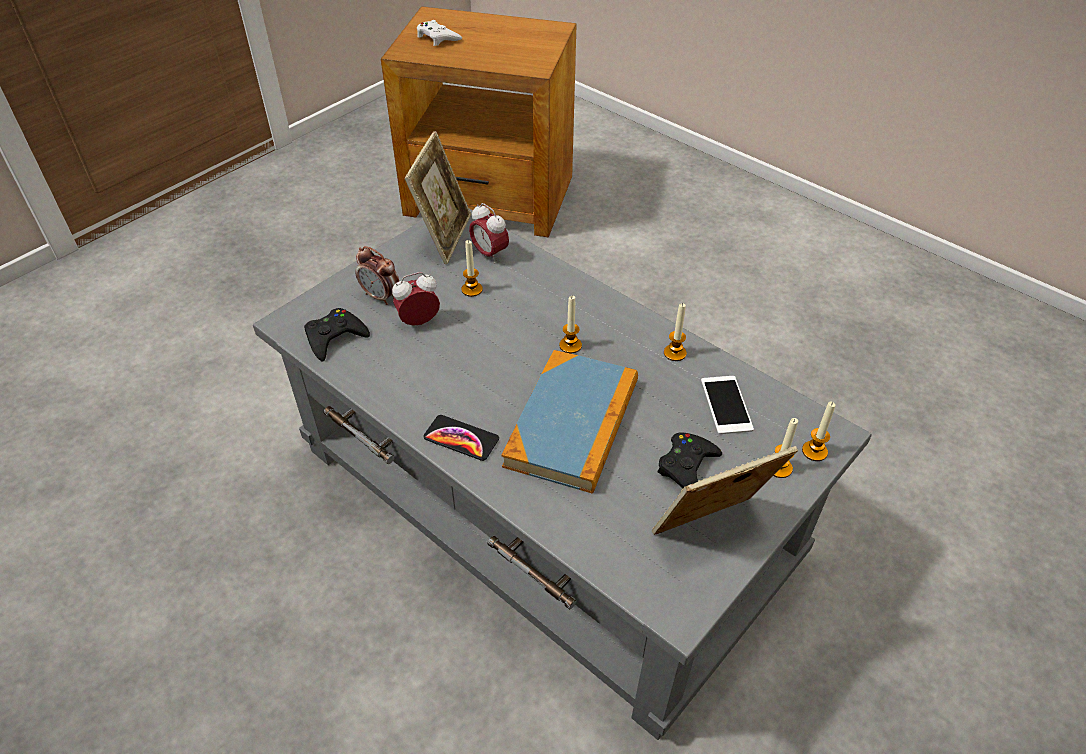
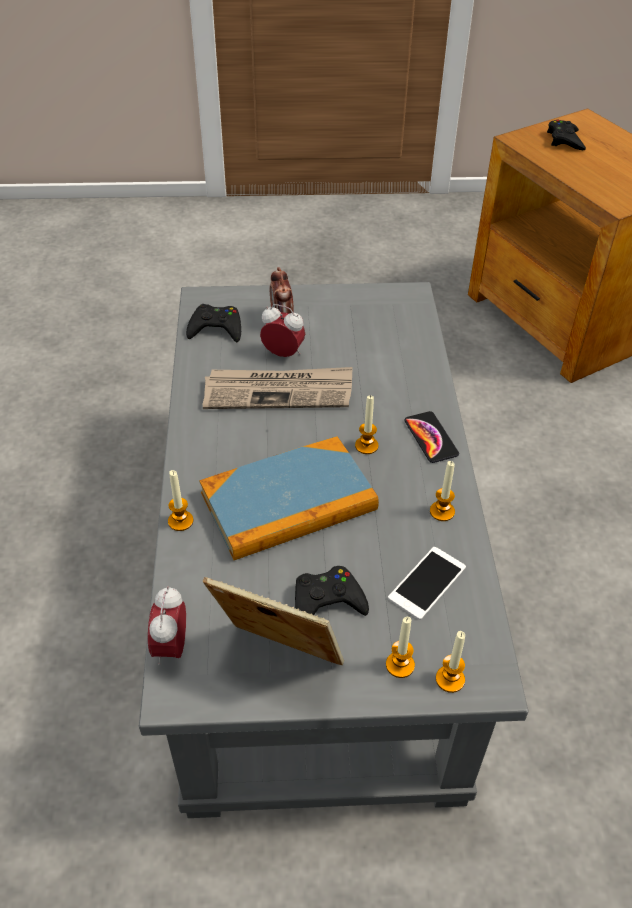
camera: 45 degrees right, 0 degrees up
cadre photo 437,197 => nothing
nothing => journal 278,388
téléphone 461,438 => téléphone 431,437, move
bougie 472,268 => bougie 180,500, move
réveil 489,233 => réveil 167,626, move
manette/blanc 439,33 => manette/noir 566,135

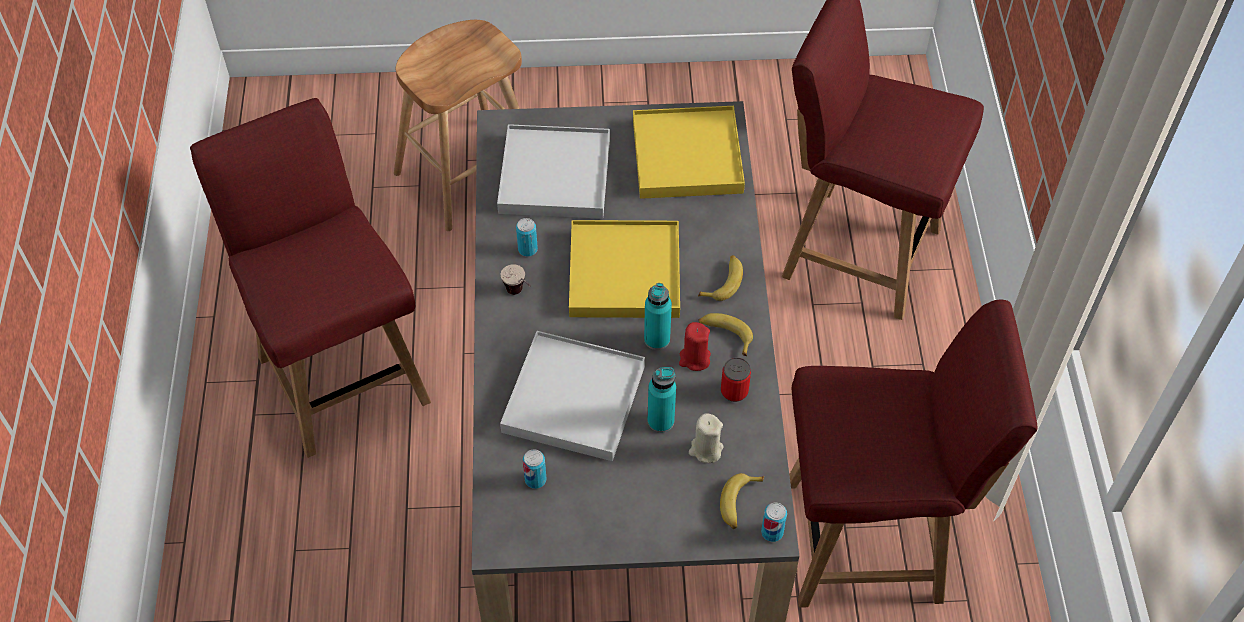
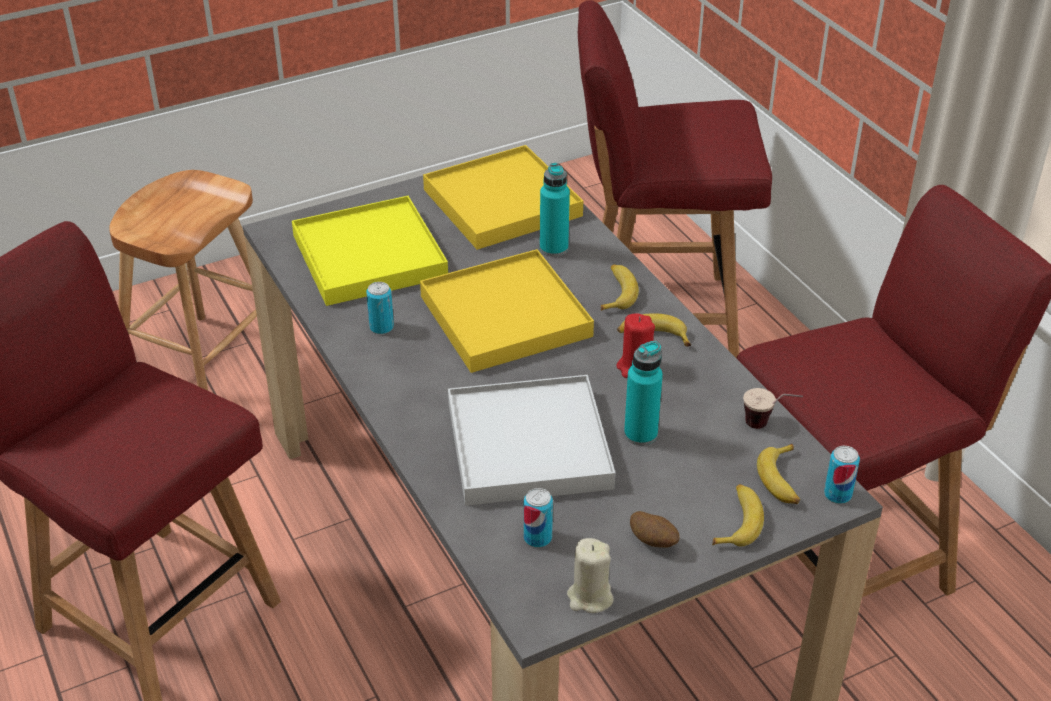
camera: 25 degrees left, 15 degrees down
boîte métallique 736,379 => nothing
nothing => pomme de terre 654,529
nothing => banane 738,515
tasse 516,279 => tasse 773,408, move
bouteille/turquoise 658,316 => bouteille/turquoise 555,210, move
bougie/beige 706,438 => bougie/beige 590,575, move
plateau/blanc 553,171 => plateau/jaune 370,251

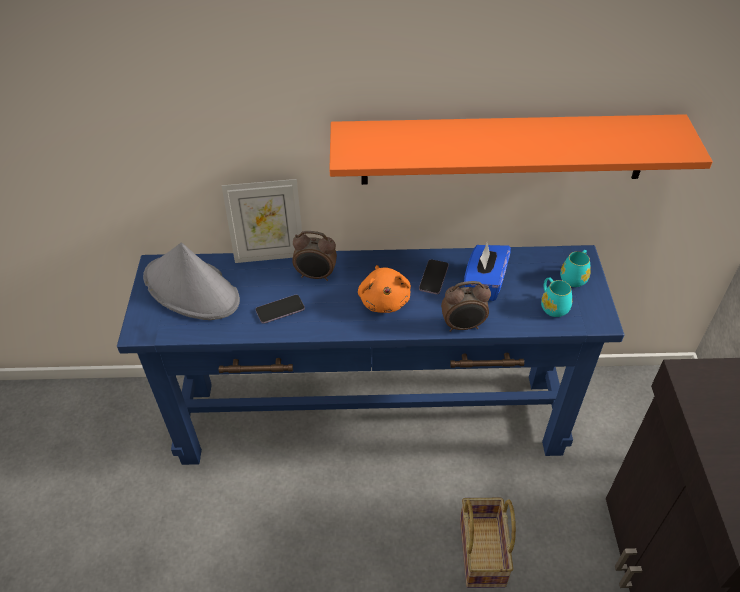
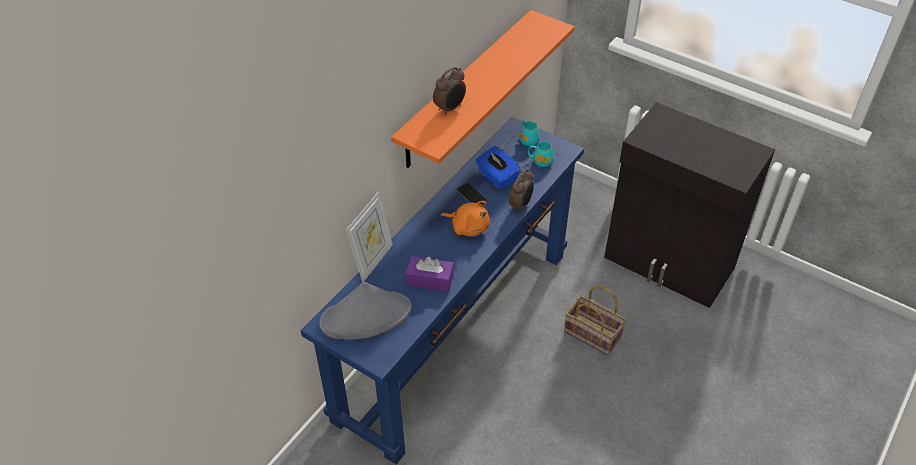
camera: 55 degrees left, 0 degrees up
réveil 314,256 => réveil 449,91, move
téléphone 280,309 => boîte à mouchoirs/violet 430,274

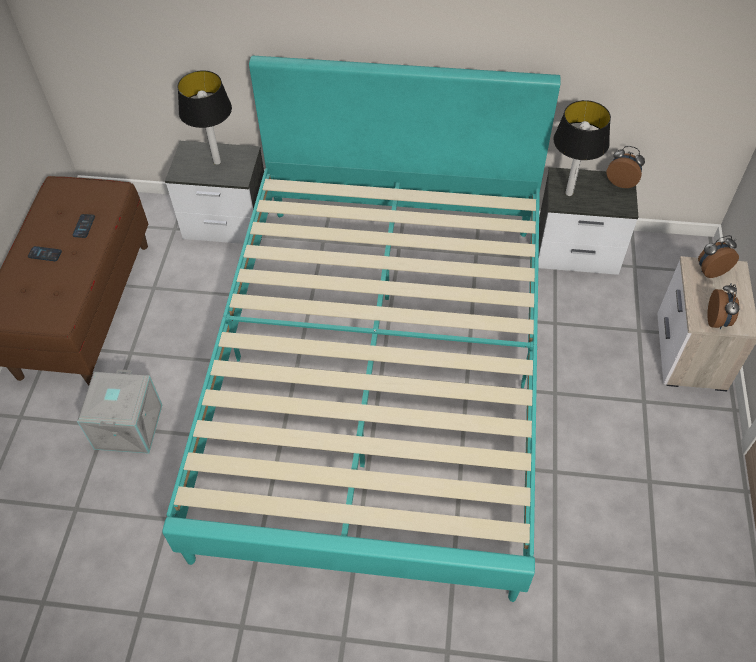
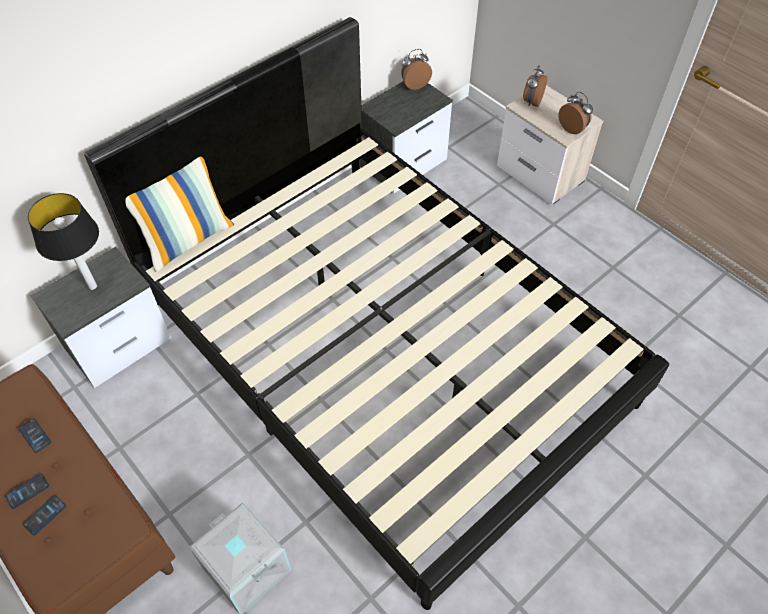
camera: 50 degrees left, 0 degrees up
lampe de table 582,148 => nothing
nothing => téléphone 44,515
nothing => coussin 179,214
lit/turquoise 361,329 => lit/noir 376,313

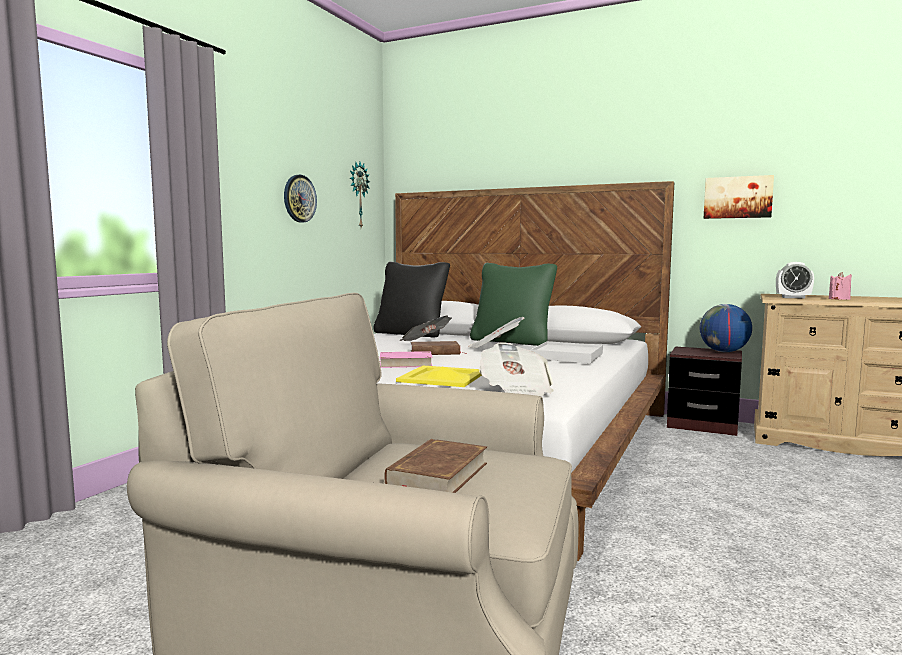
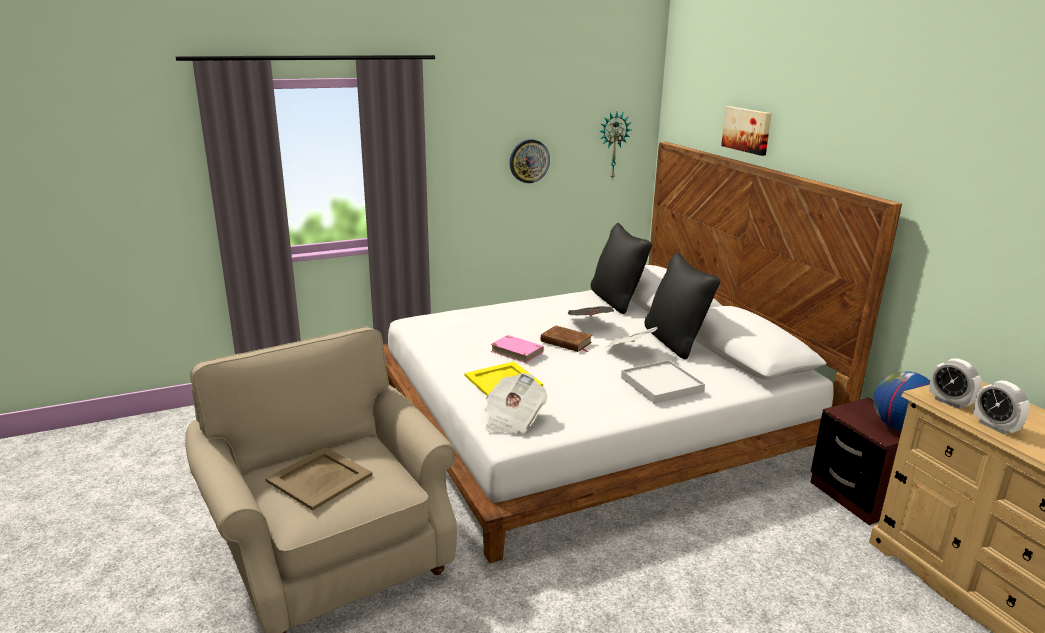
camera: 40 degrees right, 15 degrees up
tableau 739,197 => tableau 746,131, move
livre/marron 435,466 => plateau/beige 318,479
bougie/rose 840,286 => réveil 1002,407
coussin/vert 513,304 => coussin/noir 683,306

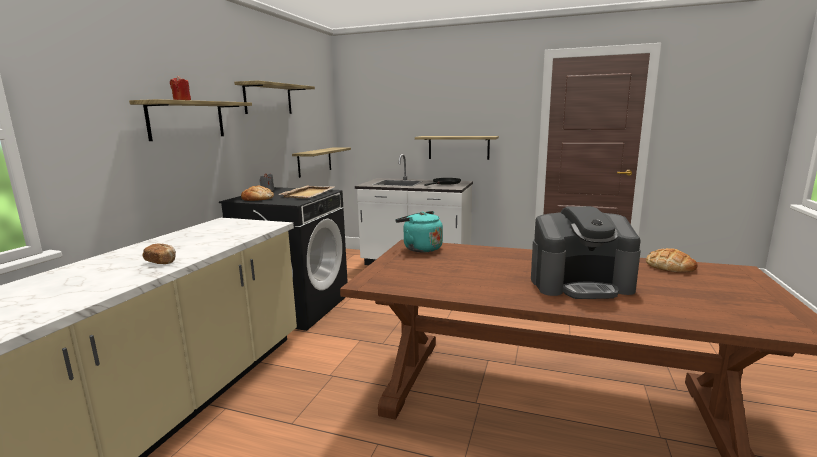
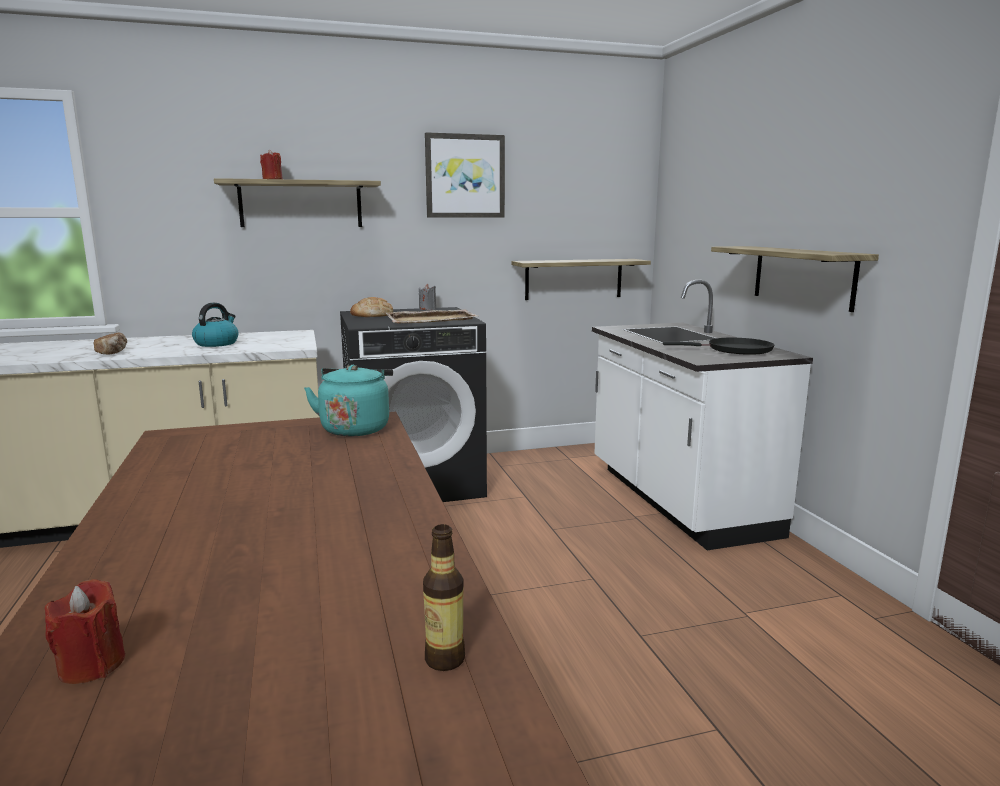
camera: 55 degrees right, 0 degrees up
machine à café 586,252 => nothing
nothing => bougie/rouge 85,631
nothing => bouilloire 215,325
étagère 274,97 => tableau 465,174
pain 671,260 => bouteille 444,597

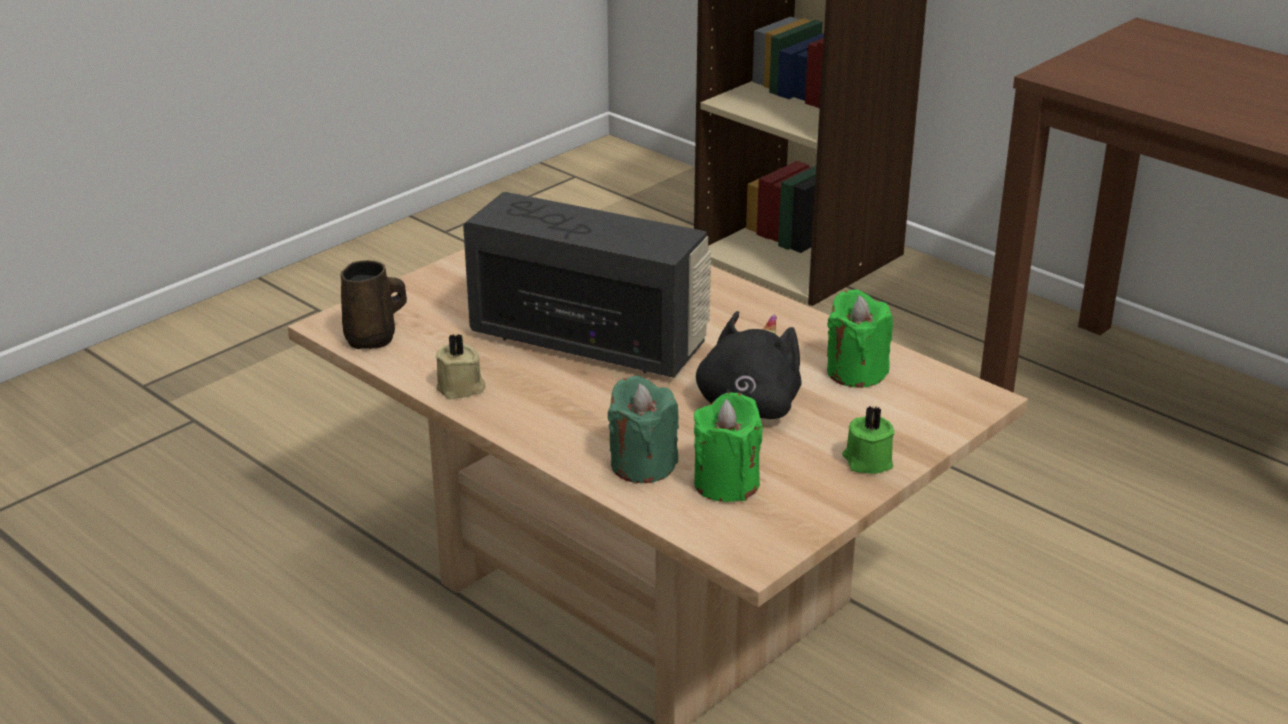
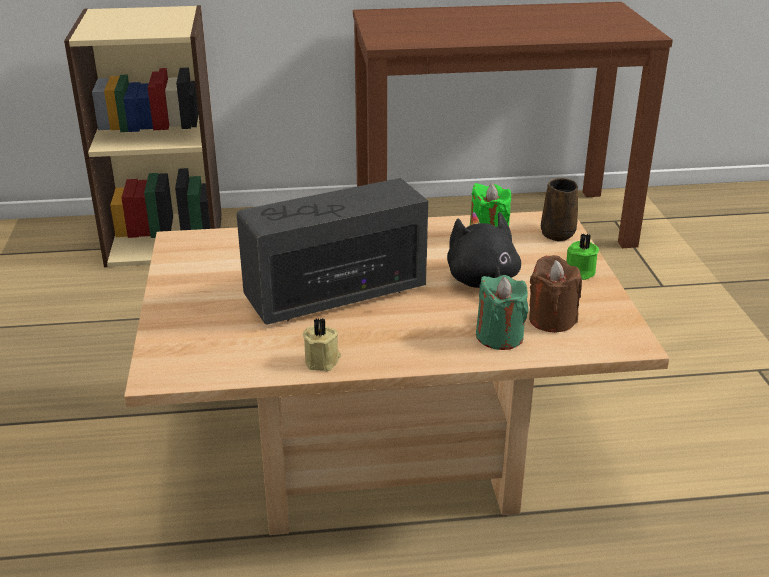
camera: 50 degrees left, 0 degrees up
mug/marron 374,304 => mug/marron 559,209, move
bougie/vert 728,447 => bougie/marron 555,294

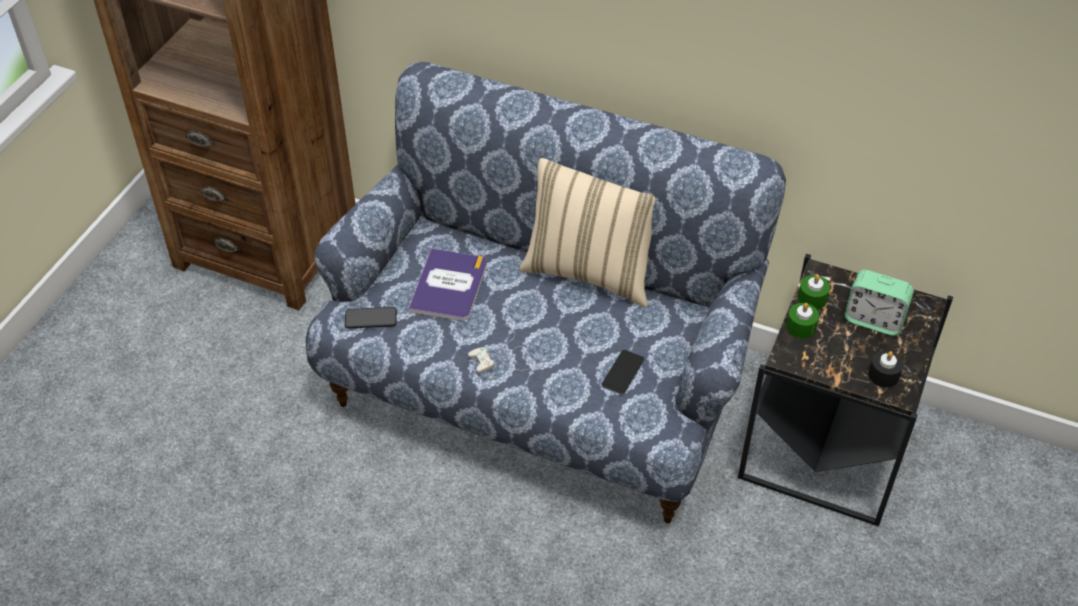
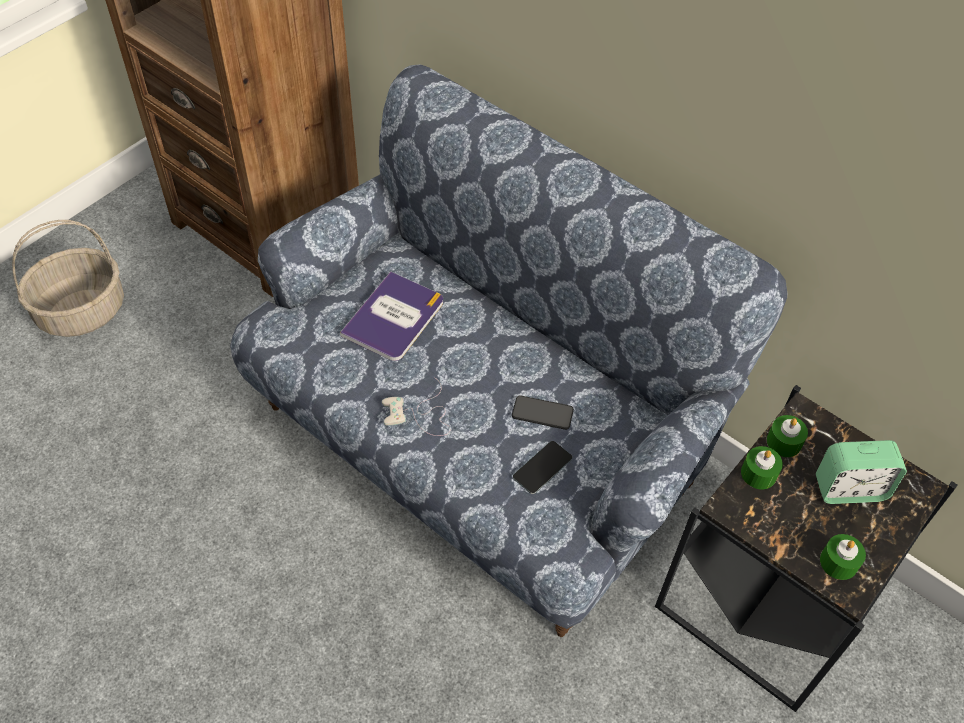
camera: 15 degrees right, 5 degrees up
coussin/beige 587,233 => nothing
nothing => panier 68,278
téléphone 371,318 => téléphone 543,412, move
bougie/noir 886,369 => bougie/vert 843,557
réveil 879,303 => réveil 861,472, 45 degrees counterclockwise

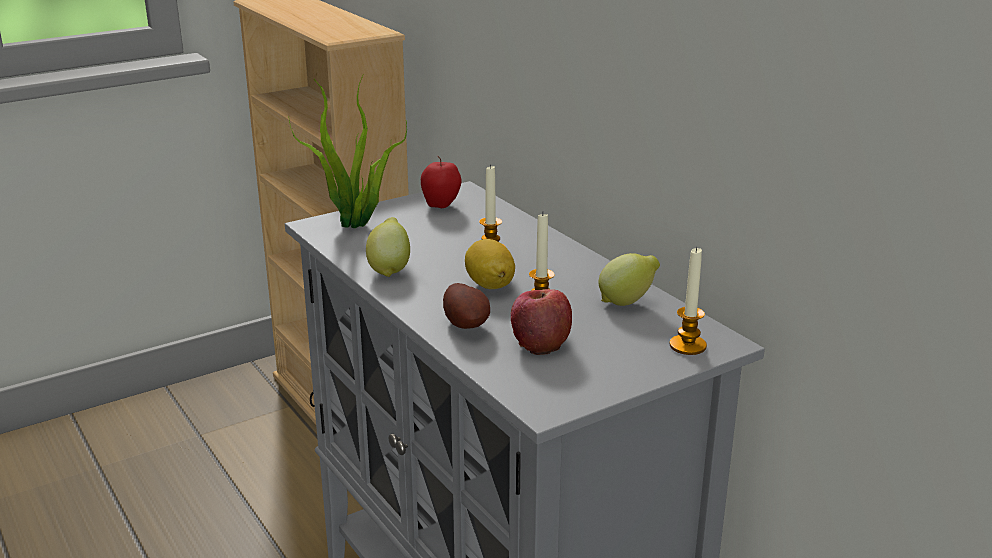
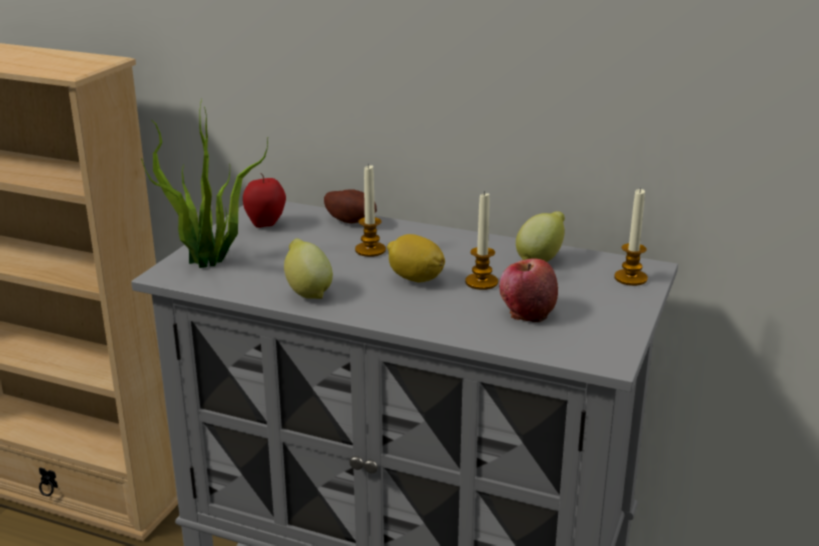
camera: 35 degrees left, 0 degrees up
pomme de terre 466,306 => pomme de terre 350,206, move

